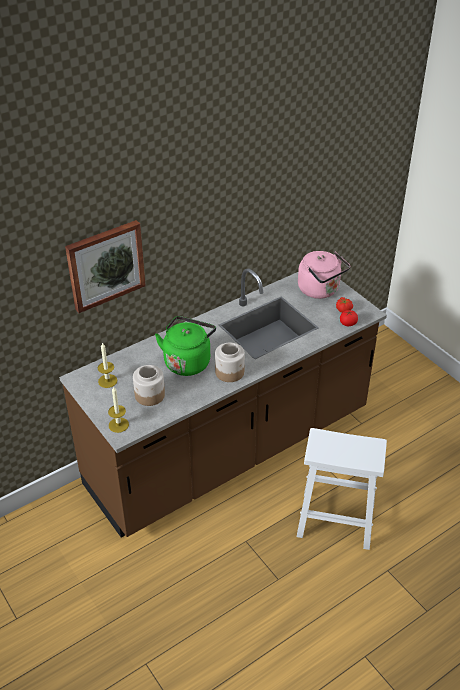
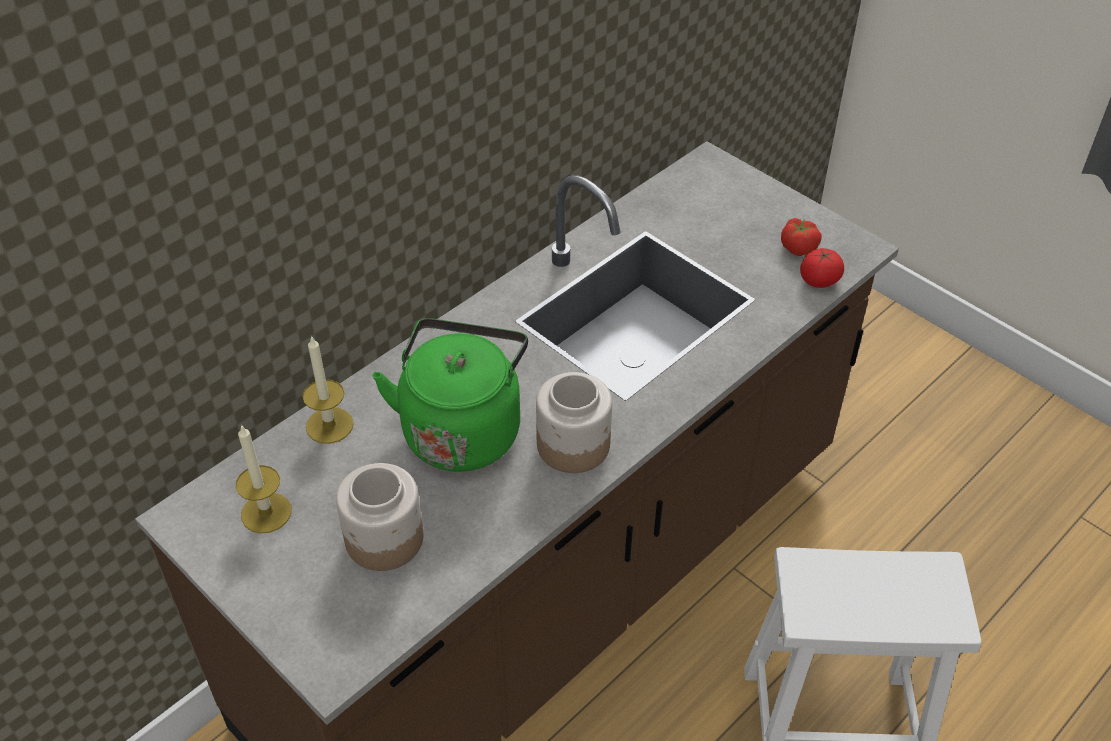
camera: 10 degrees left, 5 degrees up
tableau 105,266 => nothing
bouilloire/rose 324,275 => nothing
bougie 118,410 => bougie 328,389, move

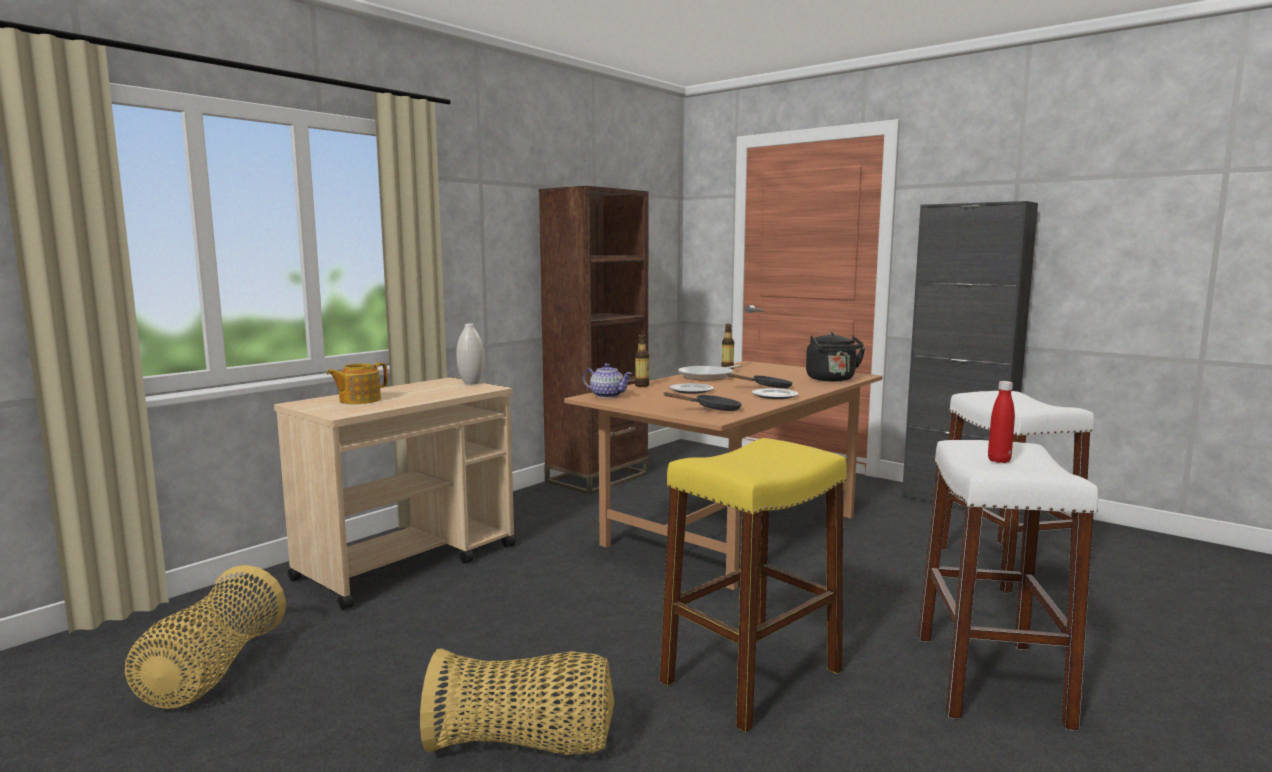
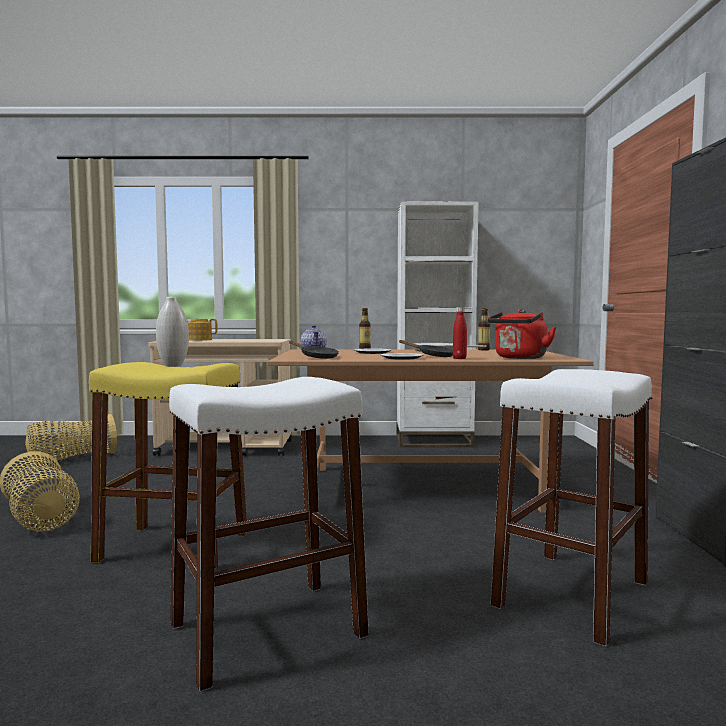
camera: 50 degrees right, 5 degrees down
vase/blanc 470,354 => vase/blanc 172,332, move
bouteille/rouge 1001,422 => bouteille/rouge 460,333, move
bibliothèque/marron 594,340 => bibliothèque/blanc 438,324
bouilloire/noir 835,356 => bouilloire/rouge 522,334

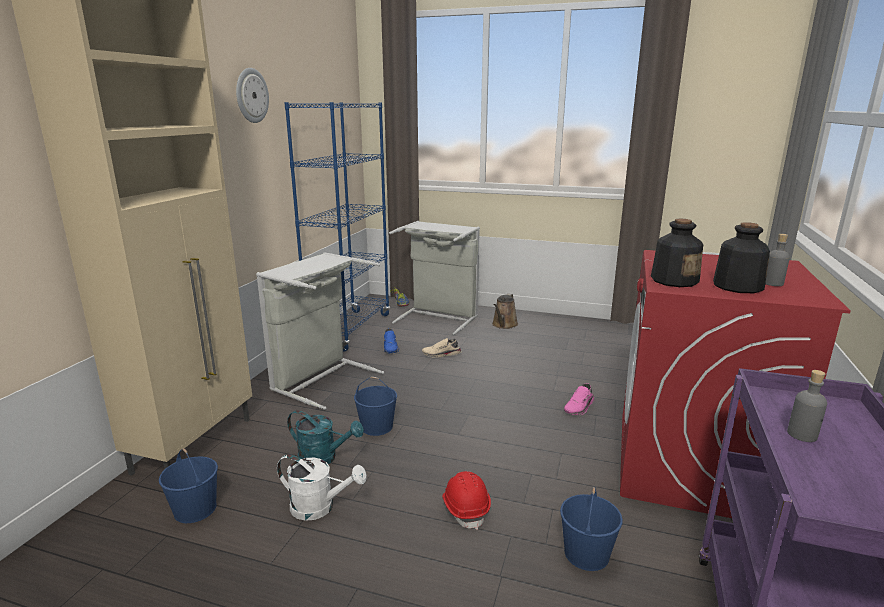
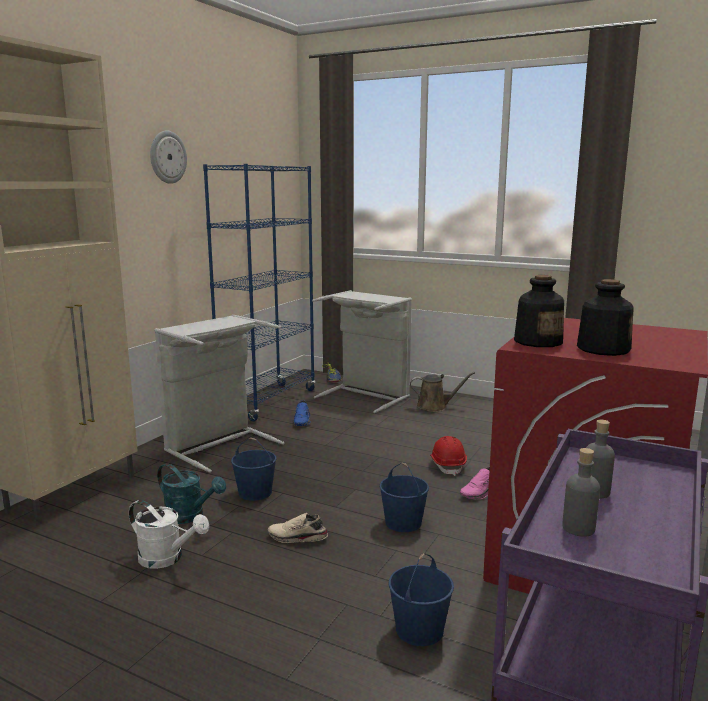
camera: 10 degrees right, 5 degrees down
seau/bleu 188,485 => seau/bleu 404,497, move
chaussure/beige 442,348 => chaussure/beige 298,528, move
casque de chantier/rouge 466,500 => casque de chantier/rouge 448,456, move
bouteille/gris 777,260 => bouteille/gris 581,492, move
arrosoir/marron 505,311 => arrosoir/marron 442,392, 120 degrees counterclockwise

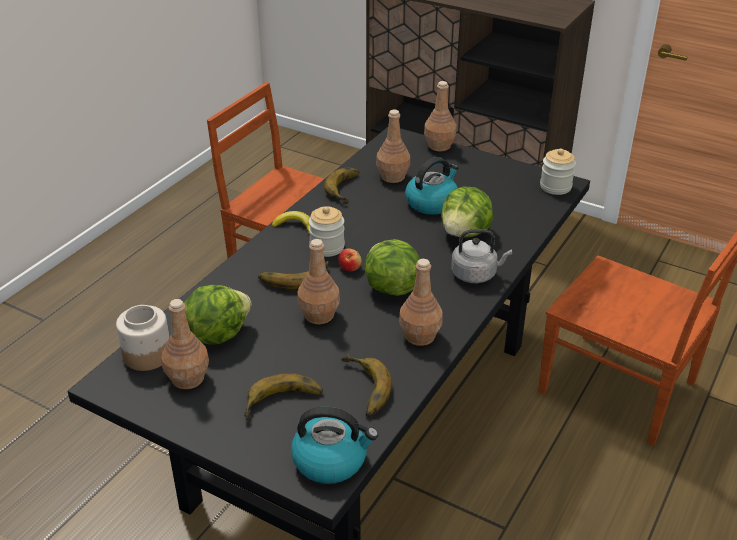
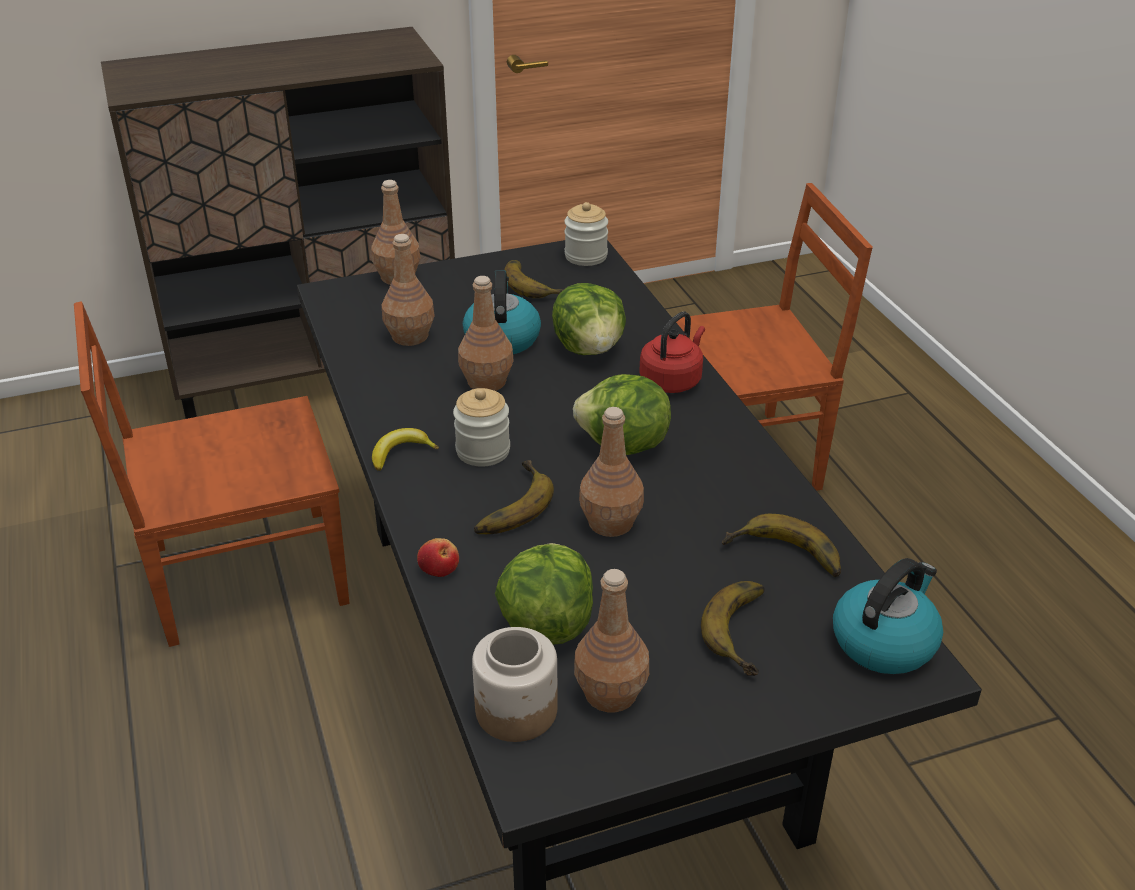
camera: 50 degrees left, 0 degrees up
banane 341,186 => banane 535,279, move
pomme 350,260 => pomme 438,557, move
bouteille/marron 421,302 => bouteille/marron 486,333, move
bouilloire/gris 481,256 => bouilloire/rouge 672,352

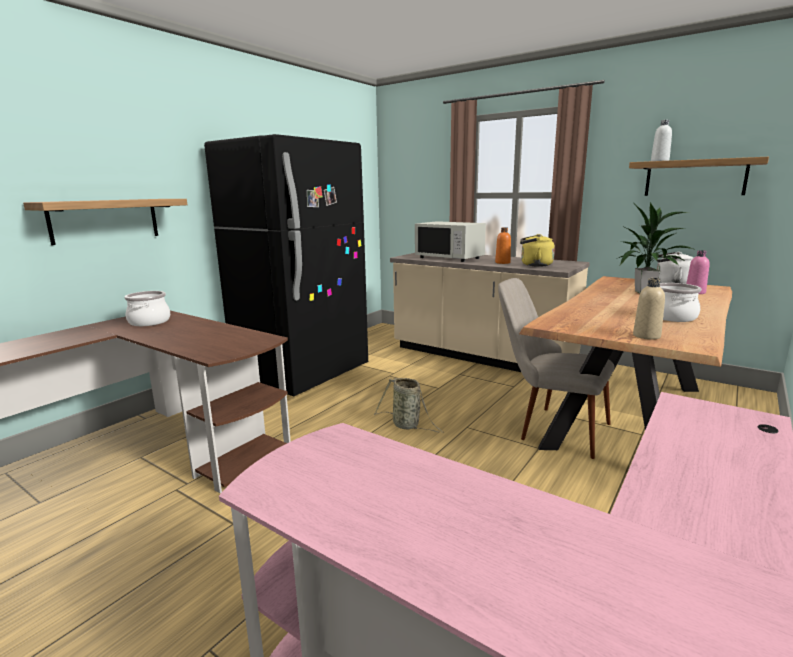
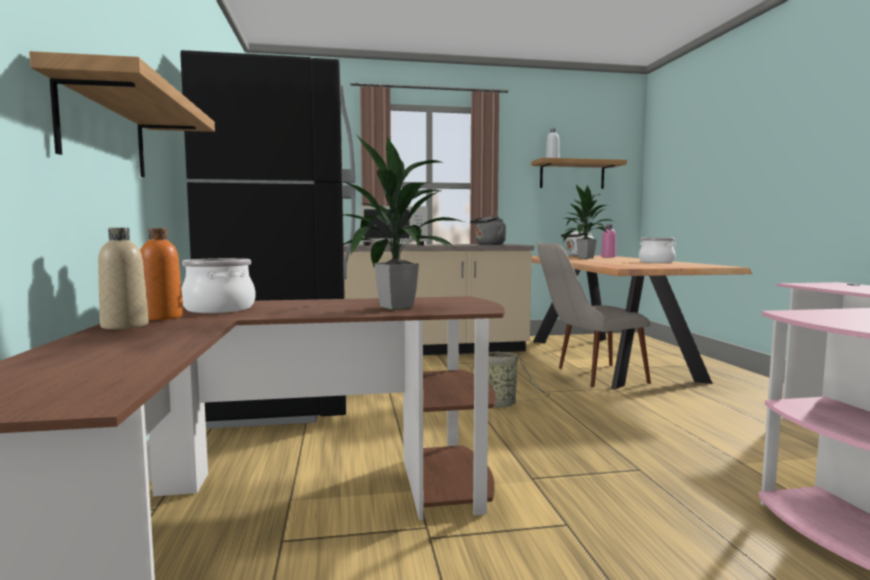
camera: 45 degrees left, 10 degrees down
nothing => plante en pot 401,223
bouteille/orange 503,245 => bouteille/orange 161,274, move
bouteille/beige 649,309 => bouteille/beige 123,279, move
bouilloire/jaune 537,250 => bouilloire/gris 488,230

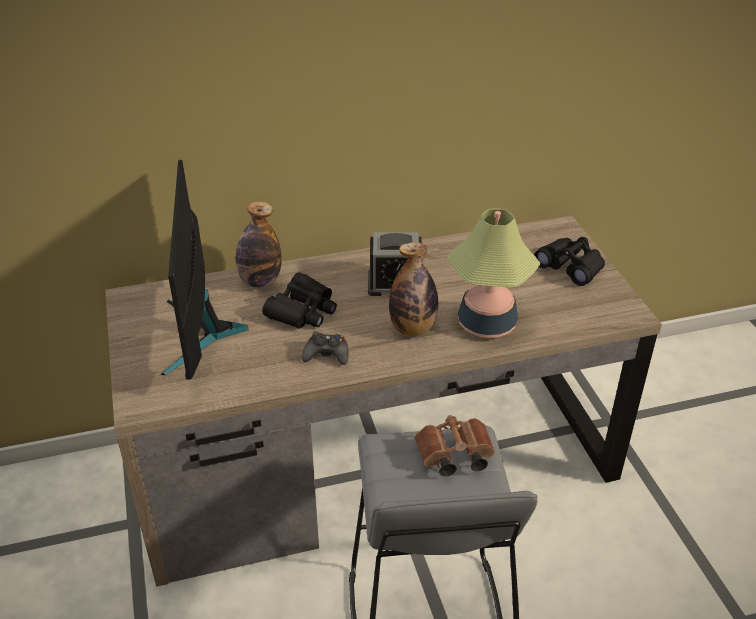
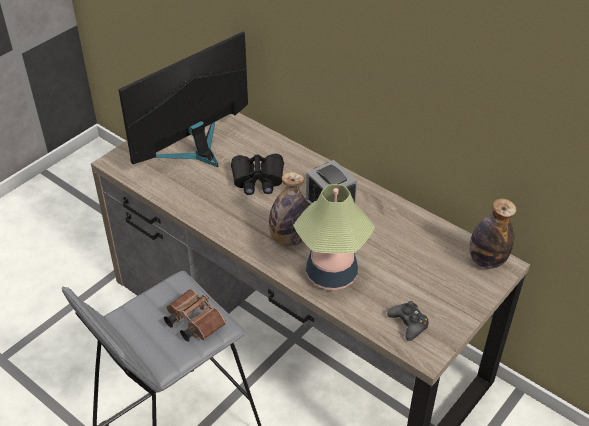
camera: 55 degrees right, 5 degrees up
jumelles/noir 569,261 => nothing
bouteille 258,244 => bouteille 493,233, move
manette/noir 325,348 => manette/noir 408,321, move

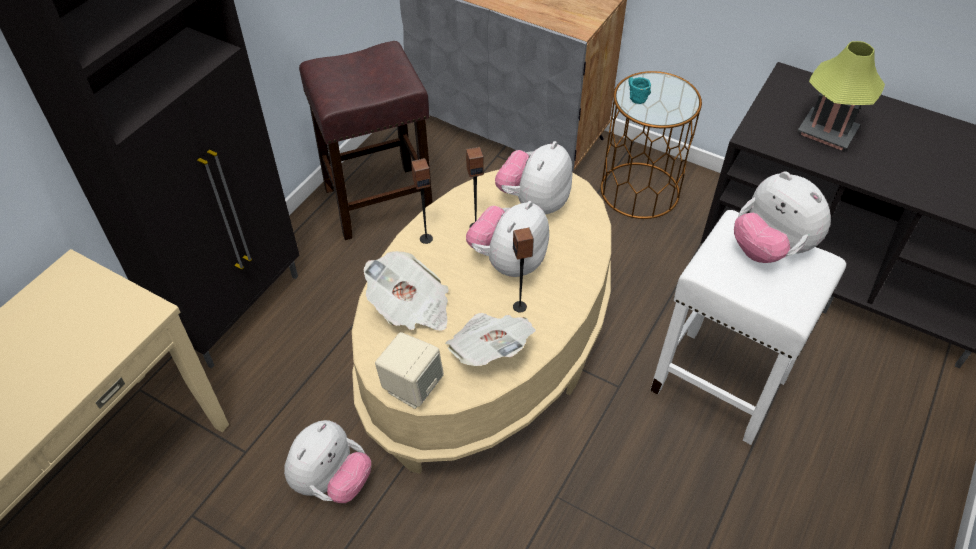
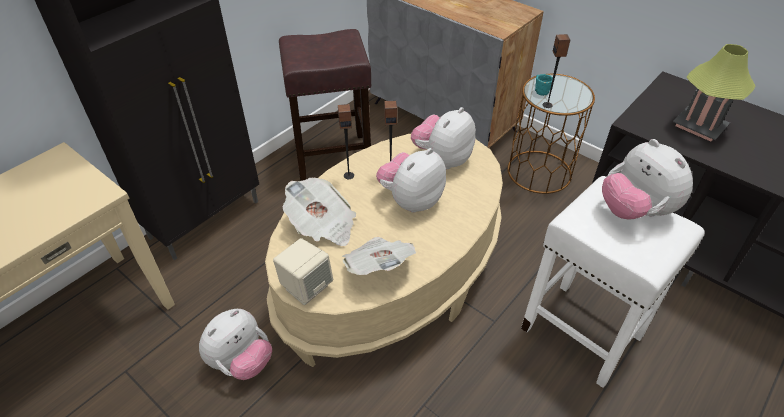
camera: 10 degrees right, 5 degrees down
enceinte 523,270 => enceinte 556,71, move

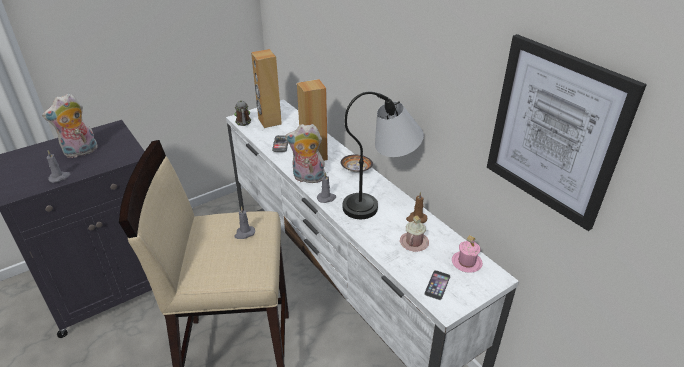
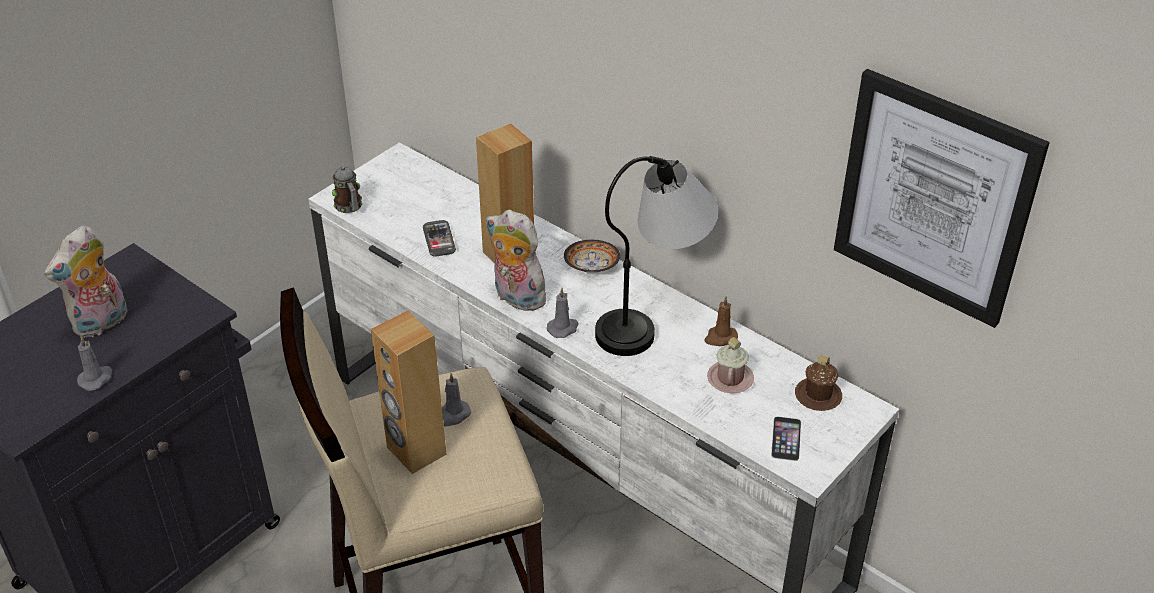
camera: 15 degrees left, 5 degrees up
enceinte/marron 266,88 => enceinte/marron 409,392, move
mug/rose 467,254 => mug/marron 818,383
peluche 305,153 => peluche 519,260, 45 degrees clockwise

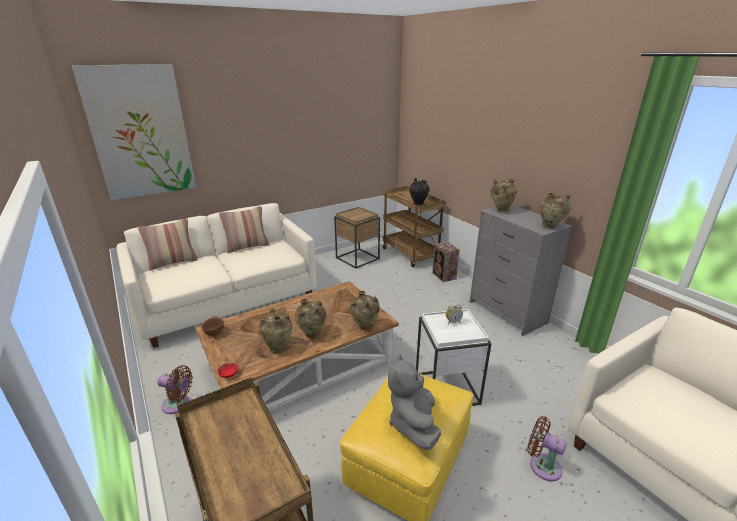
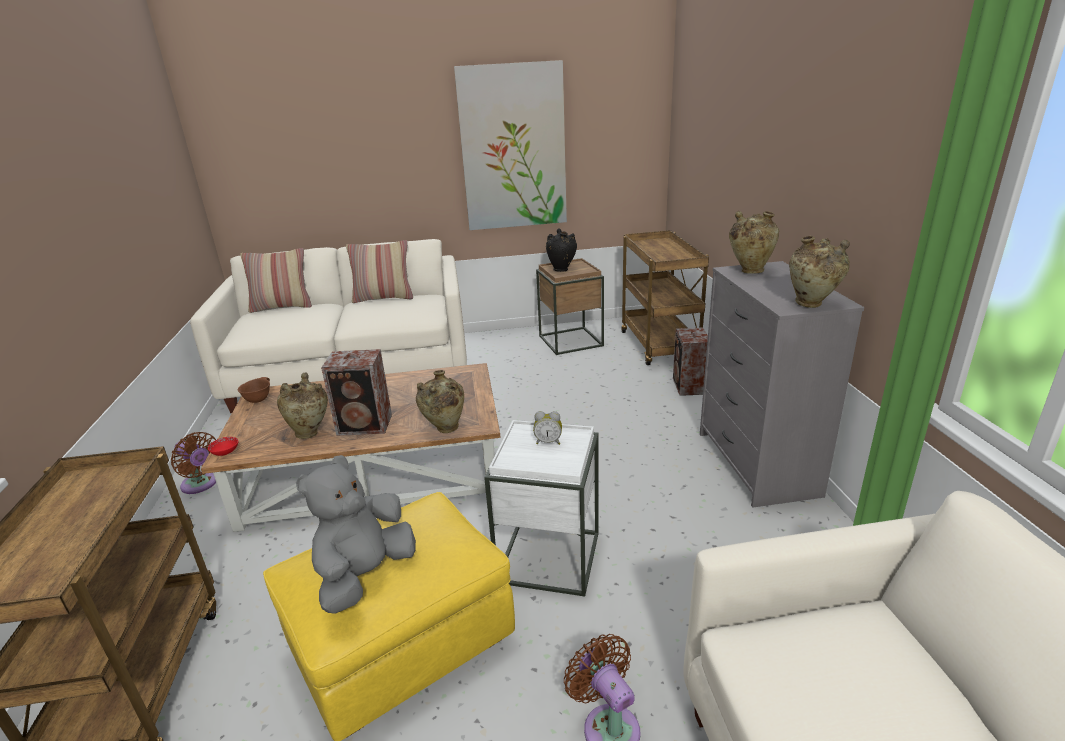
camera: 25 degrees right, 0 degrees up
tableau 134,132 => tableau 510,145, move
vase/noir 419,191 => vase/noir 561,250, move
vase/beige 310,318 => enceinte 356,392

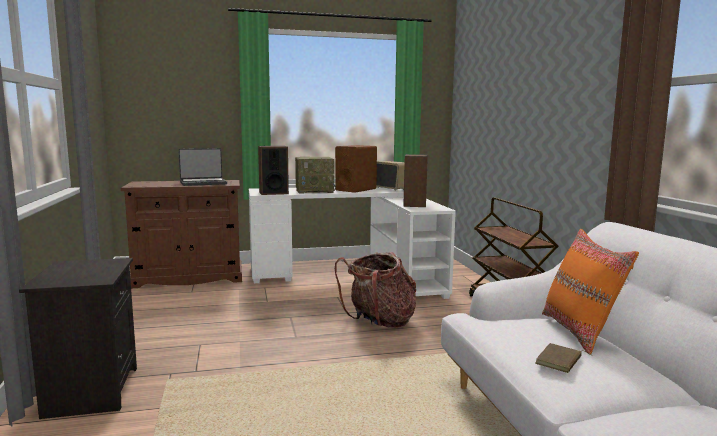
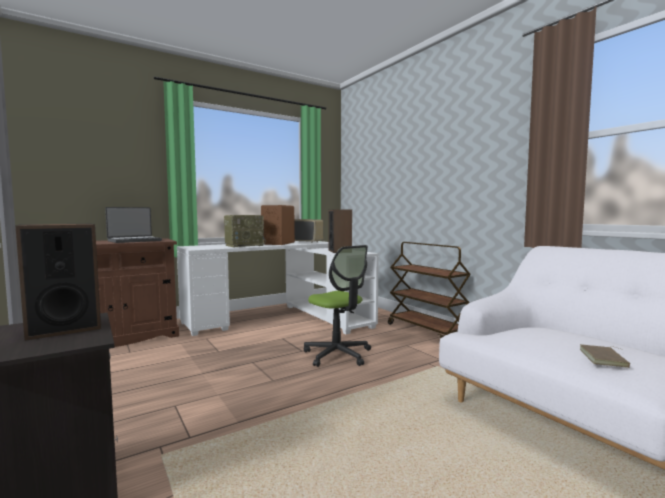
camera: 20 degrees left, 5 degrees down
coussin/orange 590,292 => nothing
enceinte 273,170 => enceinte 58,282, move
sac à dos 375,289 => chaise de bureau 337,306

